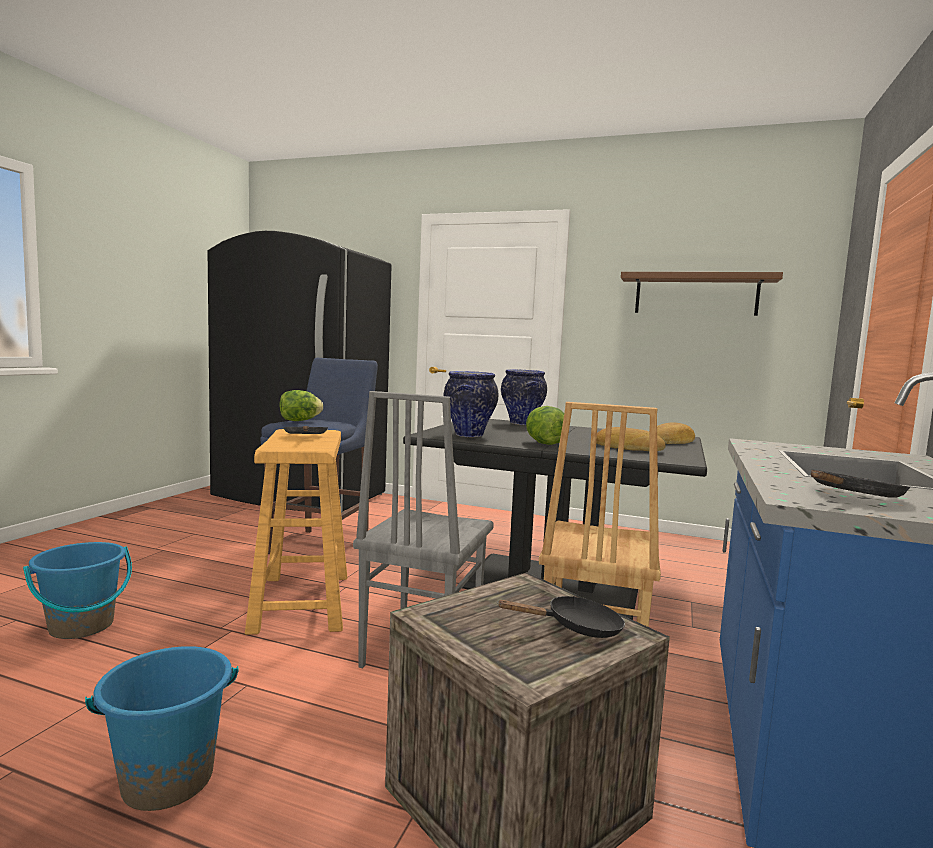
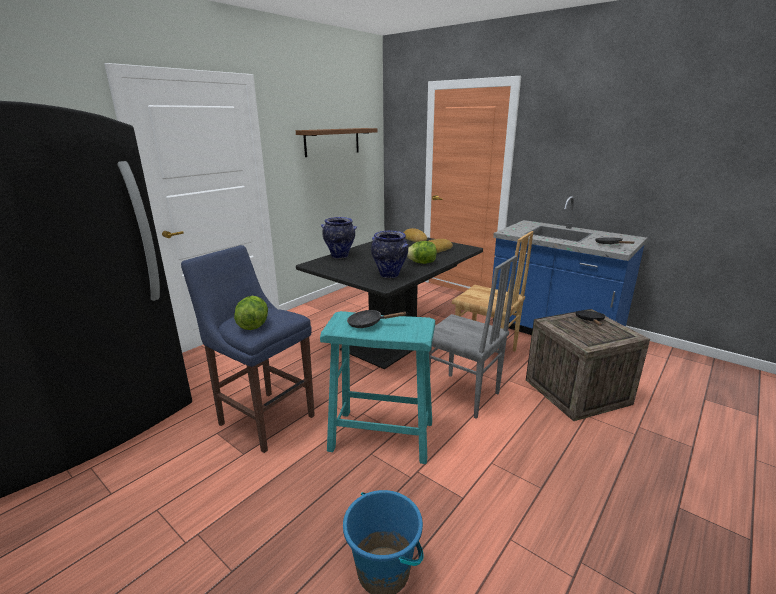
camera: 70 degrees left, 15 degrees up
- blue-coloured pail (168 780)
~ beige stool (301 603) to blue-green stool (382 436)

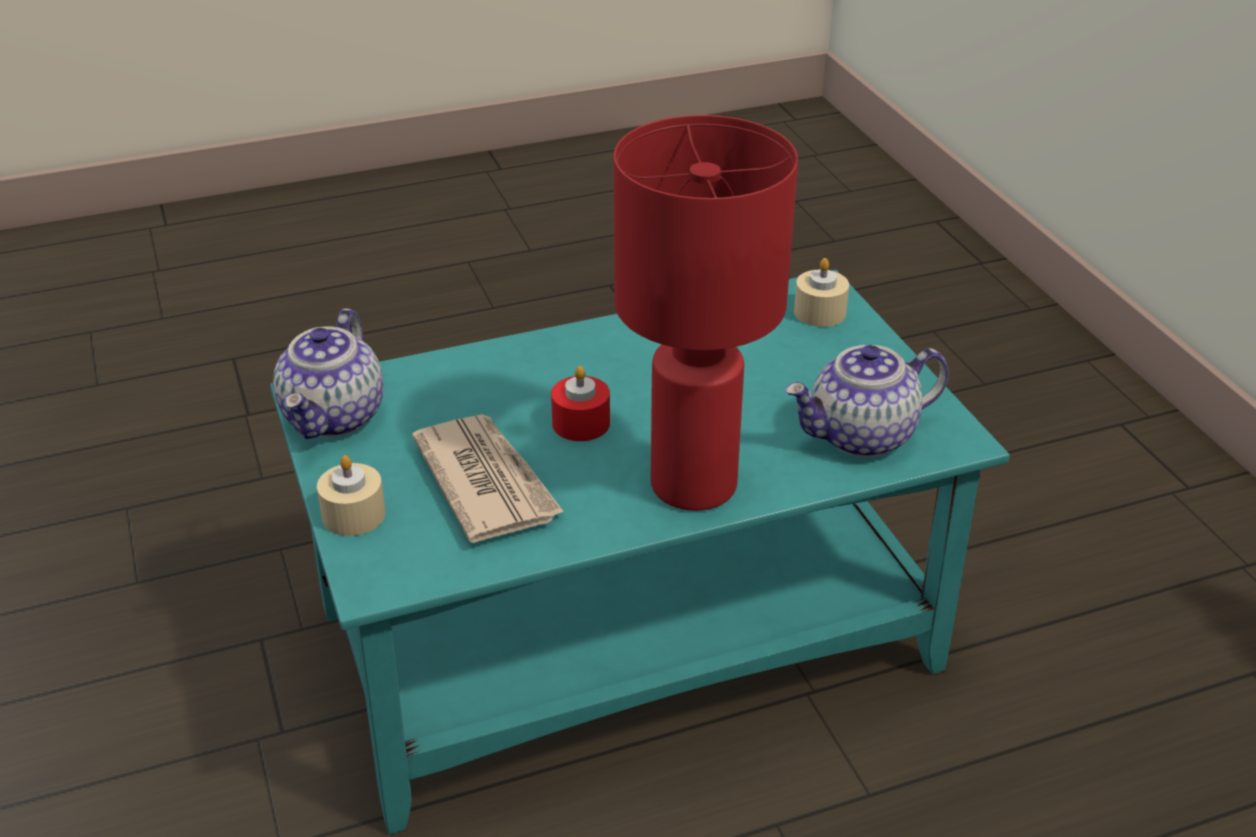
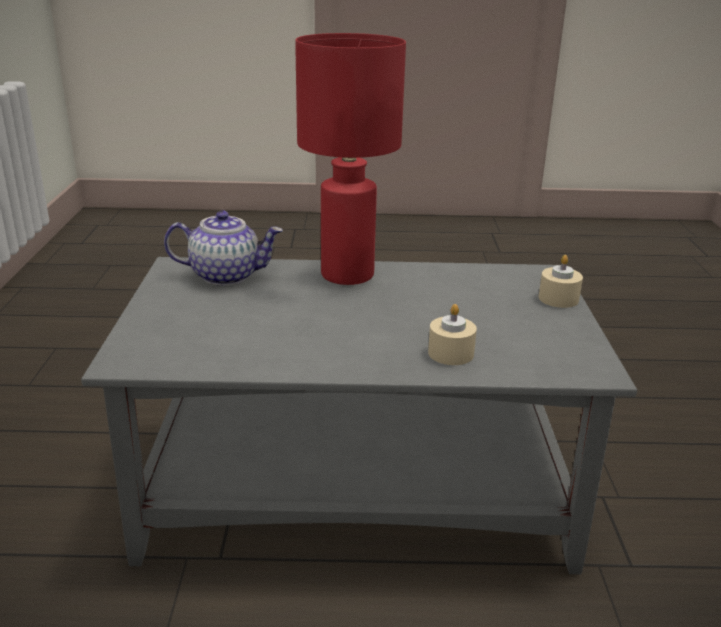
camera: 160 degrees left, 10 degrees down
- tea pot (335 417)
- printed paper (486 481)
- red-coloured wax light (581 423)
~ beige wax light (819 312) to (450 353)
~ blue-green low table (623 642) to gray low table (360 489)

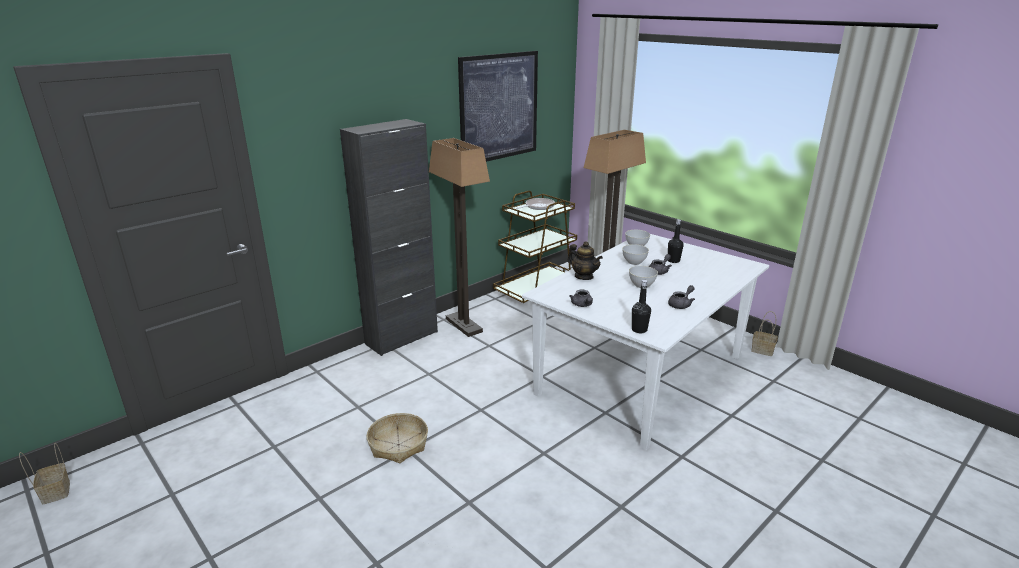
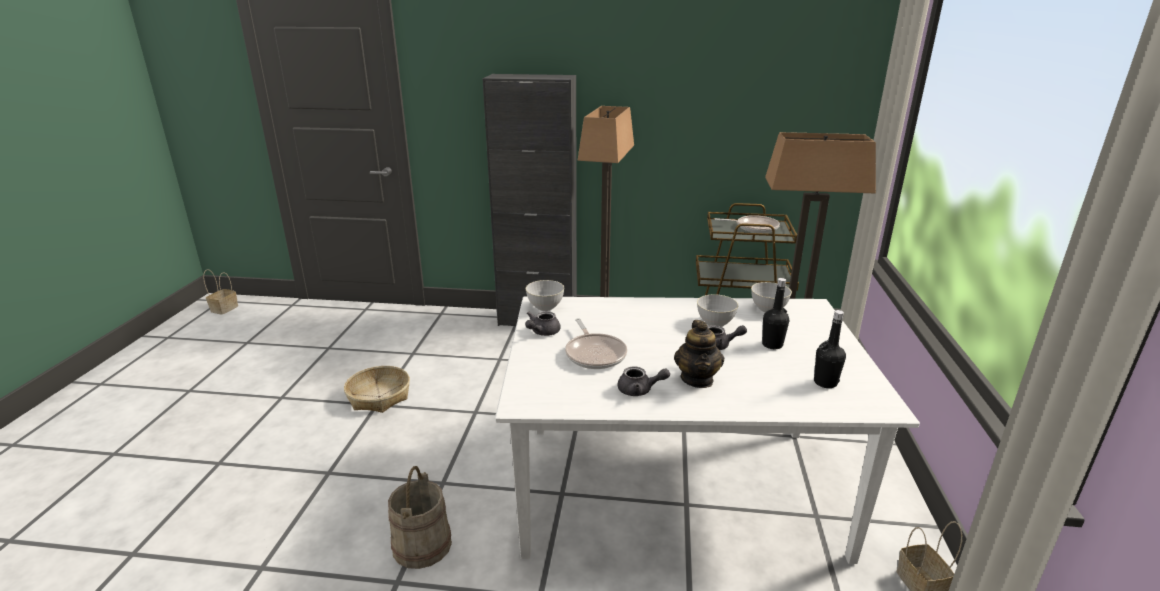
camera: 50 degrees right, 0 degrees up
- wall picture (499 107)
+ beige pail (422 545)
+ skillet (594 354)
~ tea pot (584 276) to (697 379)
~ gray deep dish (641 285) to (545 307)
~ blackish drink bottle (639 330) to (825 382)

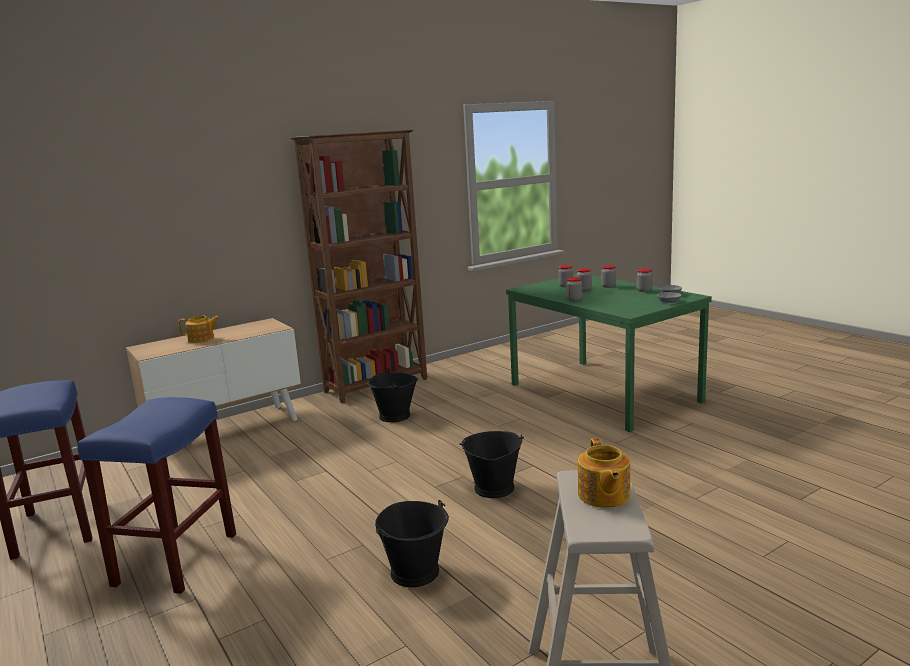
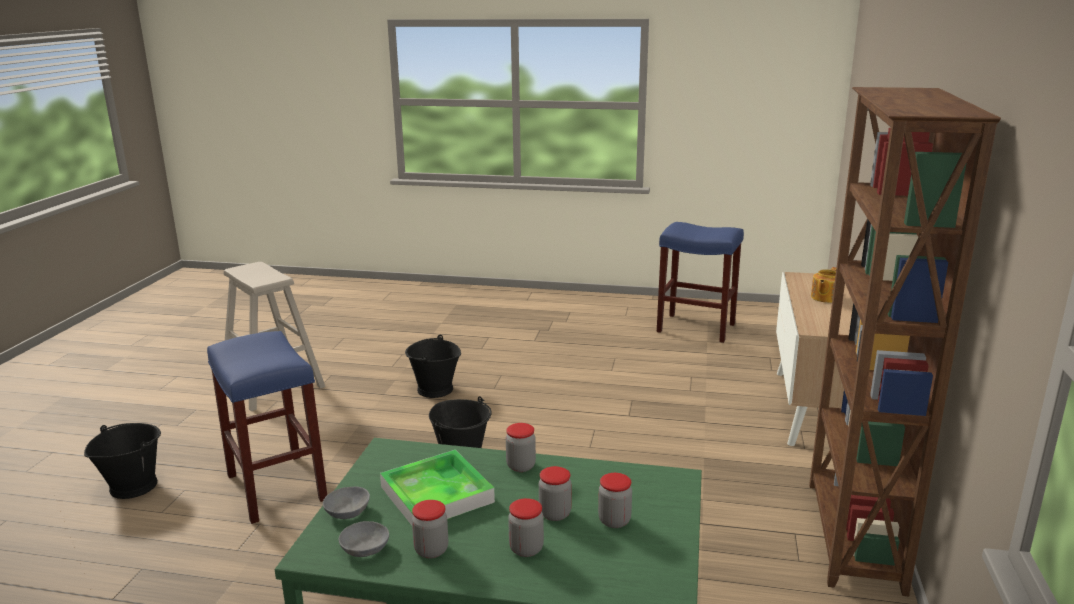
camera: 135 degrees right, 5 degrees up
- tea pot (603 495)
+ serving tray (437 494)
~ blue-coloured stool (176 560) to (275 487)
~ blackish pail (394 416) to (133 486)

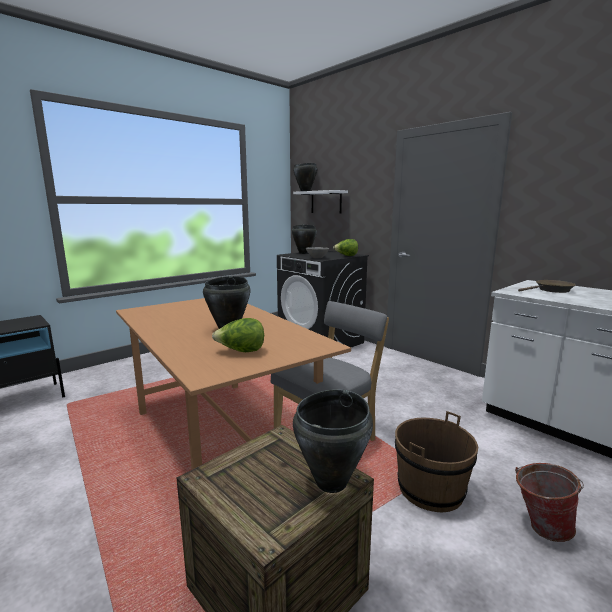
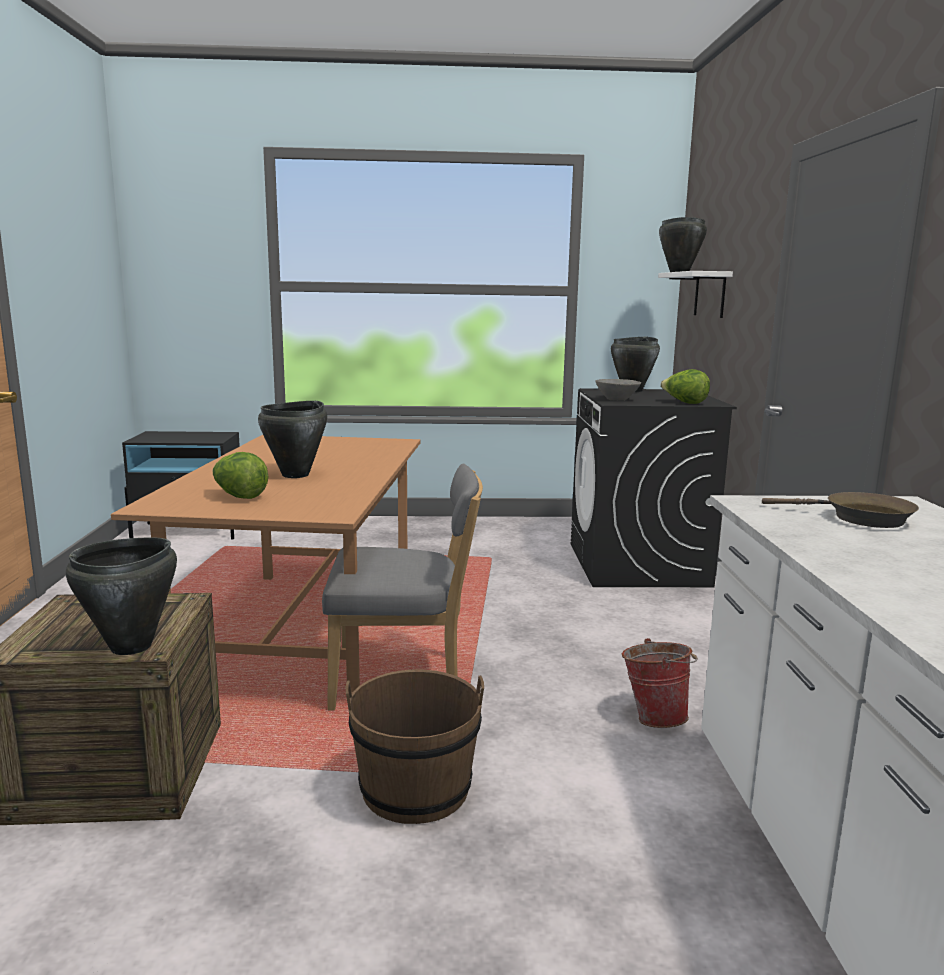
camera: 40 degrees right, 0 degrees up
~ pail (540 526) to (654 717)

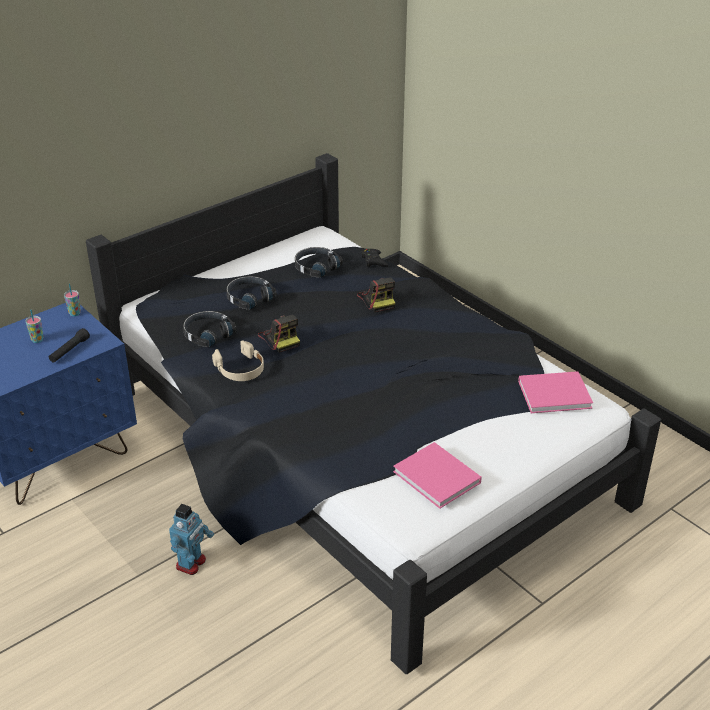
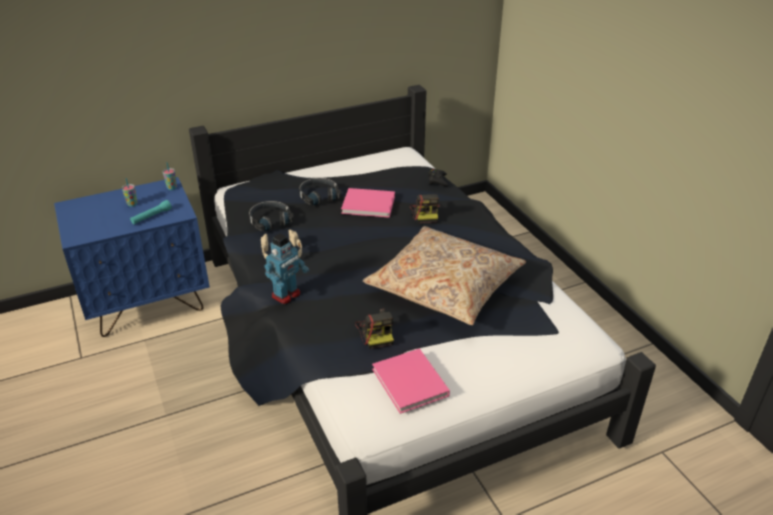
camera: 15 degrees right, 0 degrees up
- blackish pair of headphones (316 267)
+ beige throw pillow (444 286)
~ model robot (191 563) to (286 295)
~ still camera (280 338) to (376 332)
~ pink-coloured volume (556 394) to (370 205)
~ blackish hand torch (69 350) to blue-green hand torch (151 217)

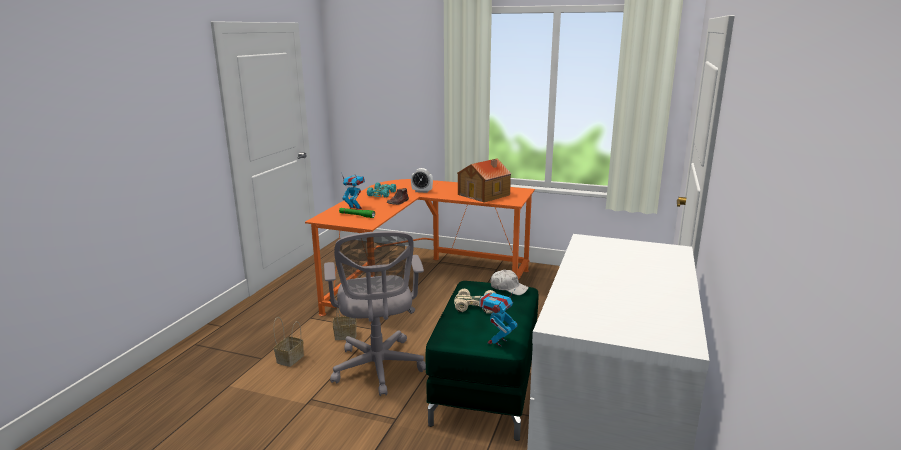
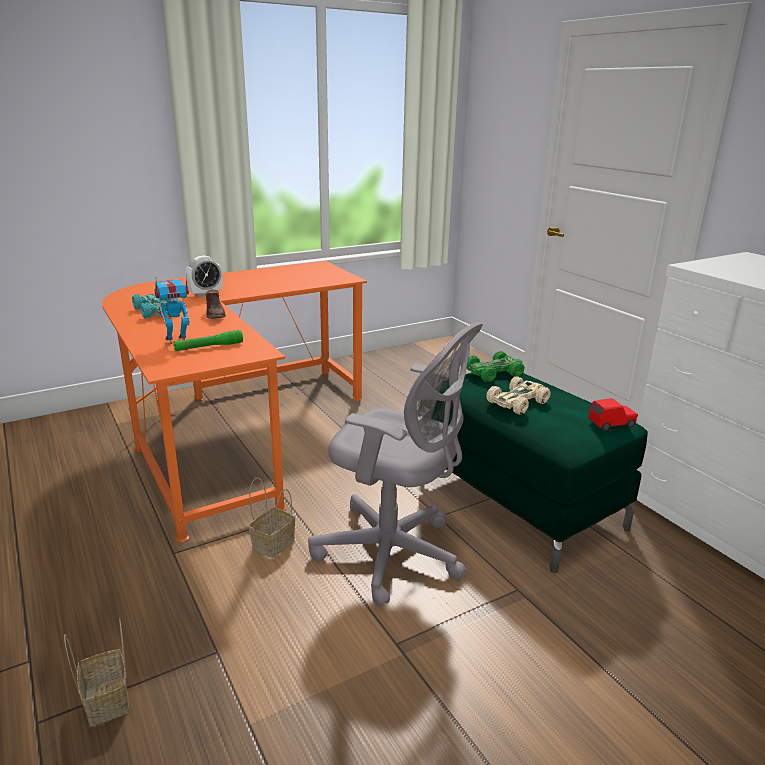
camera: 50 degrees left, 5 degrees up
- toy house (485 195)
~ household basket (290 359) to (108 701)
~ model robot (497 341) to red-coloured toy car (611 424)
~ whitish baseball cap (508 288) to greenish toy car (494 373)

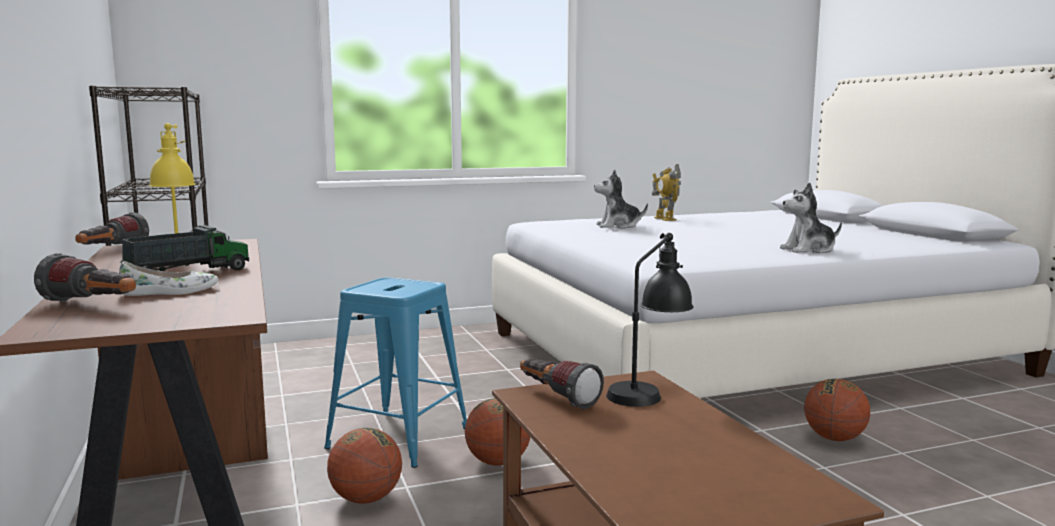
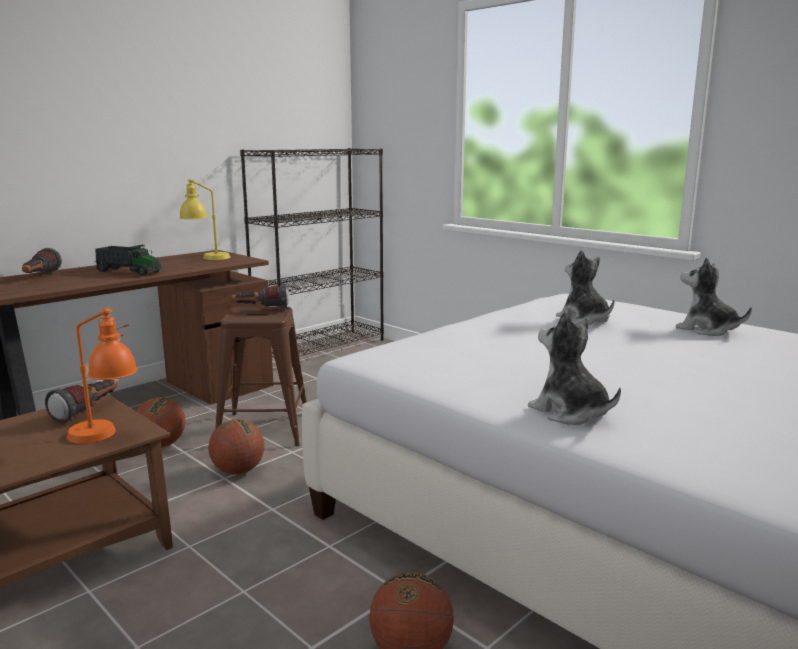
camera: 65 degrees right, 5 degrees up
- whitish item of footwear (169 292)
~ hand torch (111 251) to (261 309)
~ model robot (664 219) to plush toy (706 330)
~ blue-coloured stool (398 437) to brownish stool (264 429)
~ blackish tabletop lamp (648 391) to orange-coloured tabletop lamp (107 437)

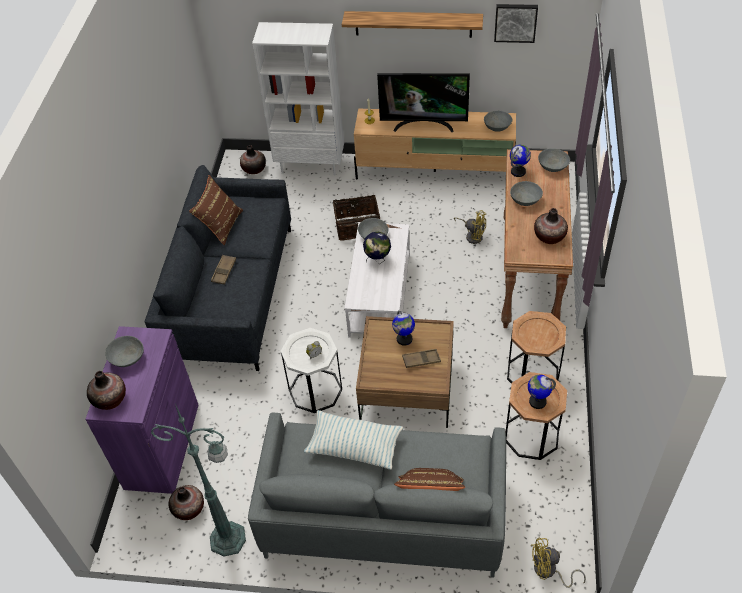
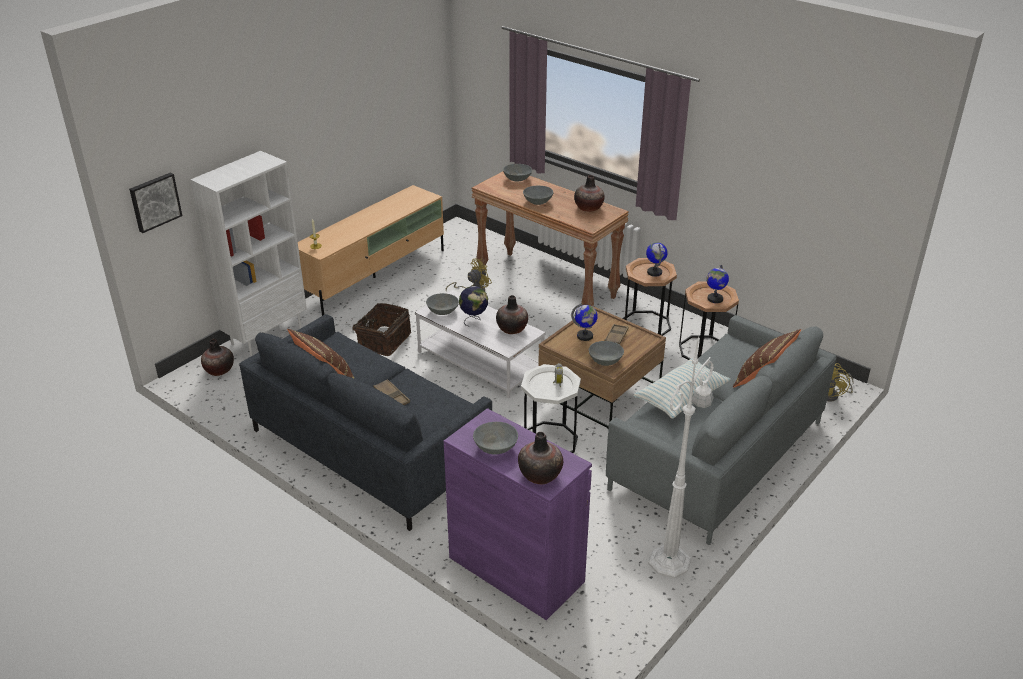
camera: 60 degrees left, 15 degrees down
- bracket shelf (413 24)
- TV (423 124)
~ vase (189 509) to (512 329)
~ gray deep dish (497 127) to (606 360)
~ wall picture (515 22) to (154 201)
~ world globe (518 172) to (654 272)
~ greenish floor lamp (230 539) to whitish floor lamp (671 560)

